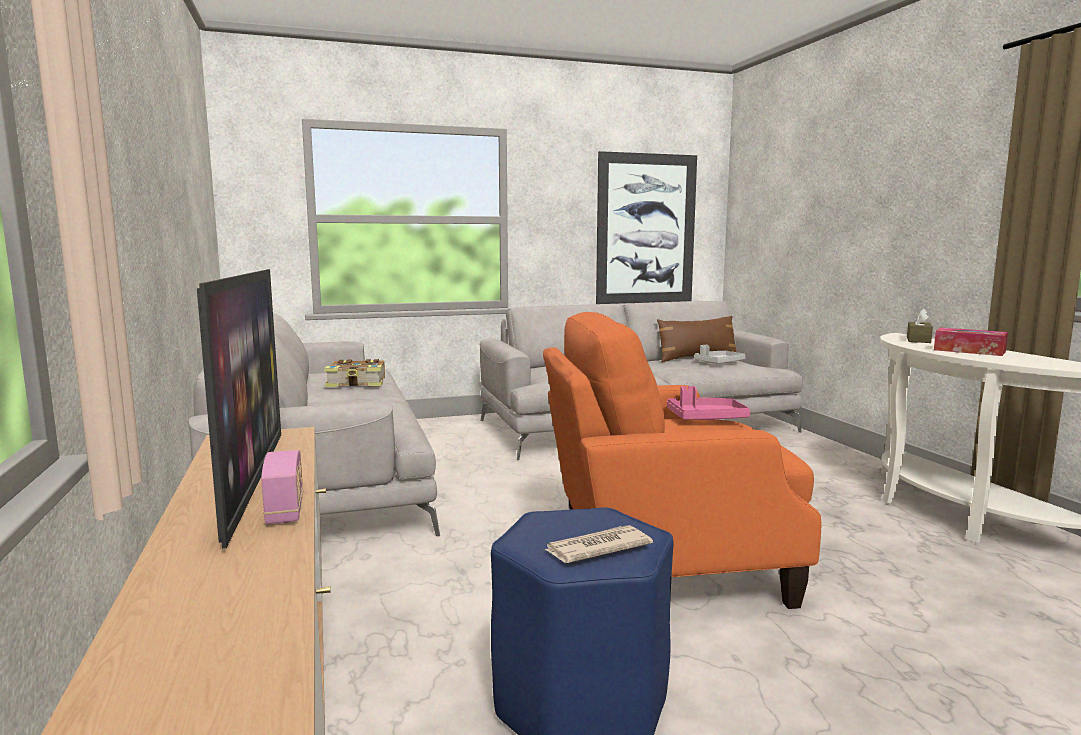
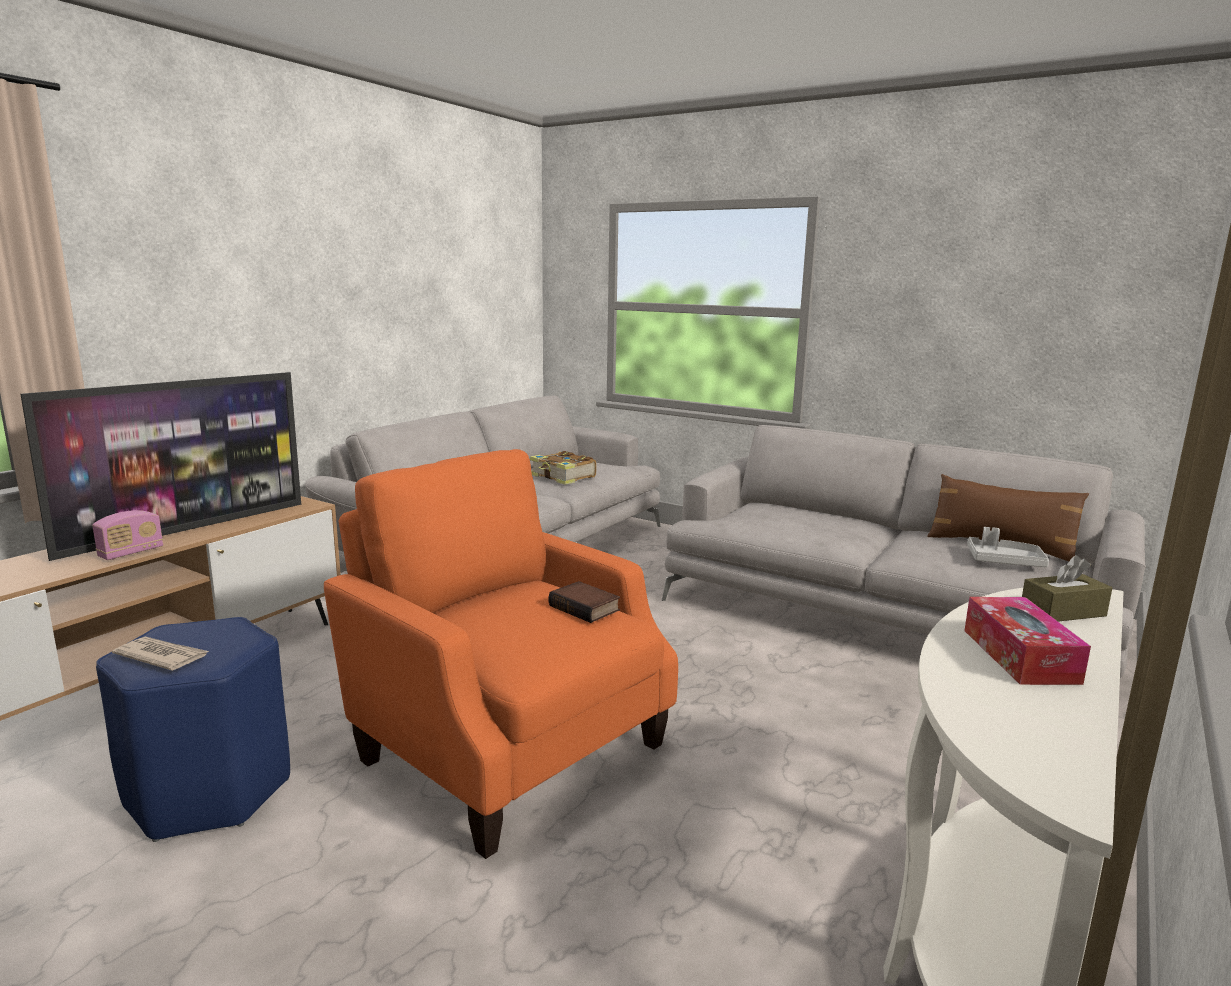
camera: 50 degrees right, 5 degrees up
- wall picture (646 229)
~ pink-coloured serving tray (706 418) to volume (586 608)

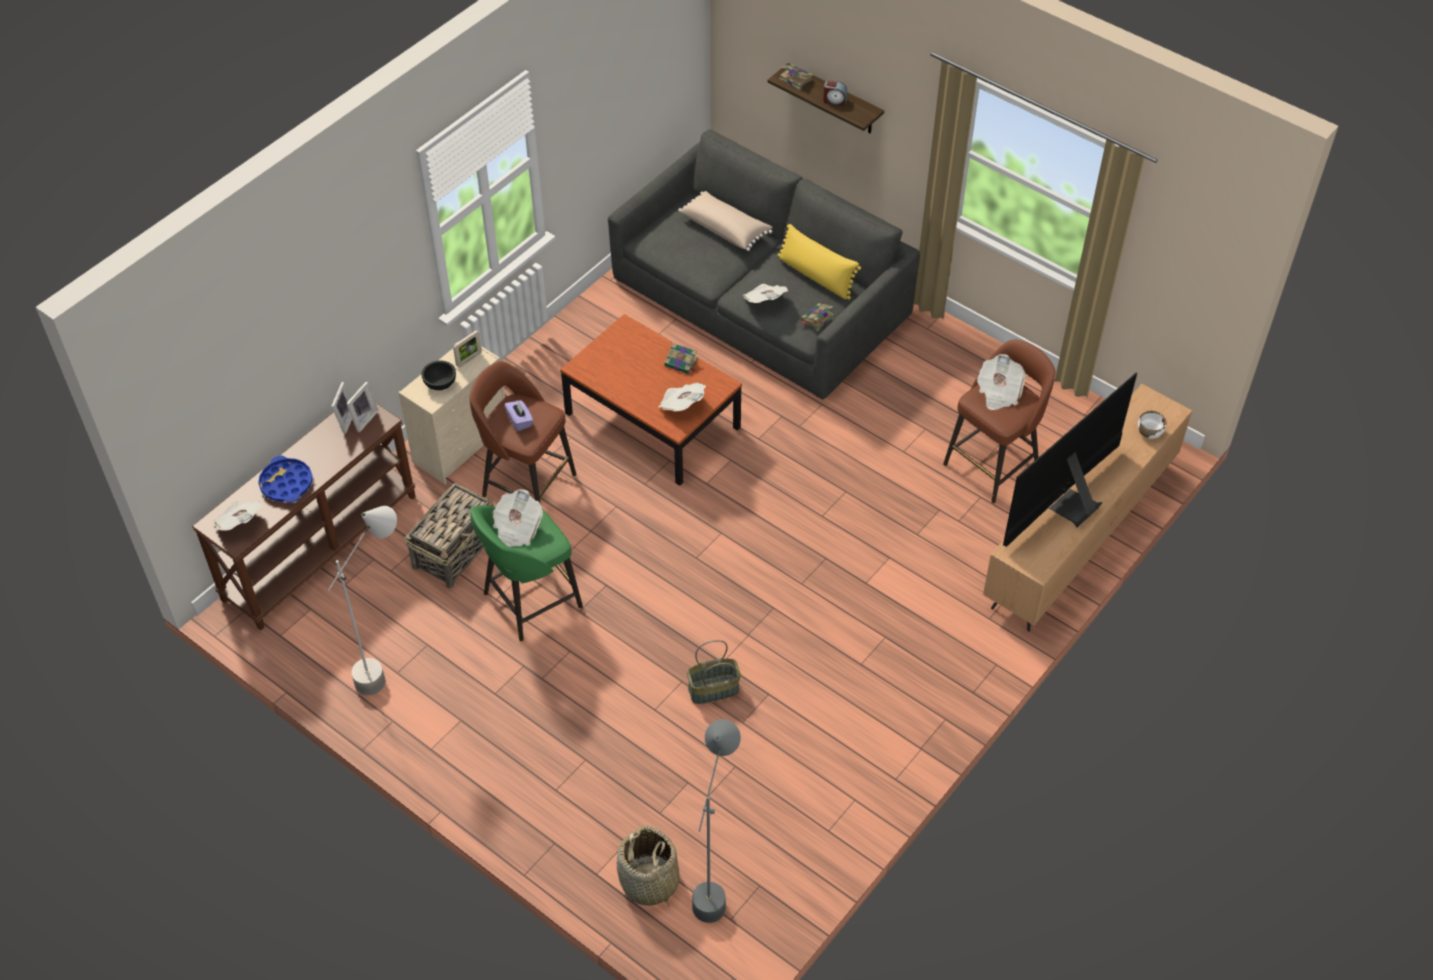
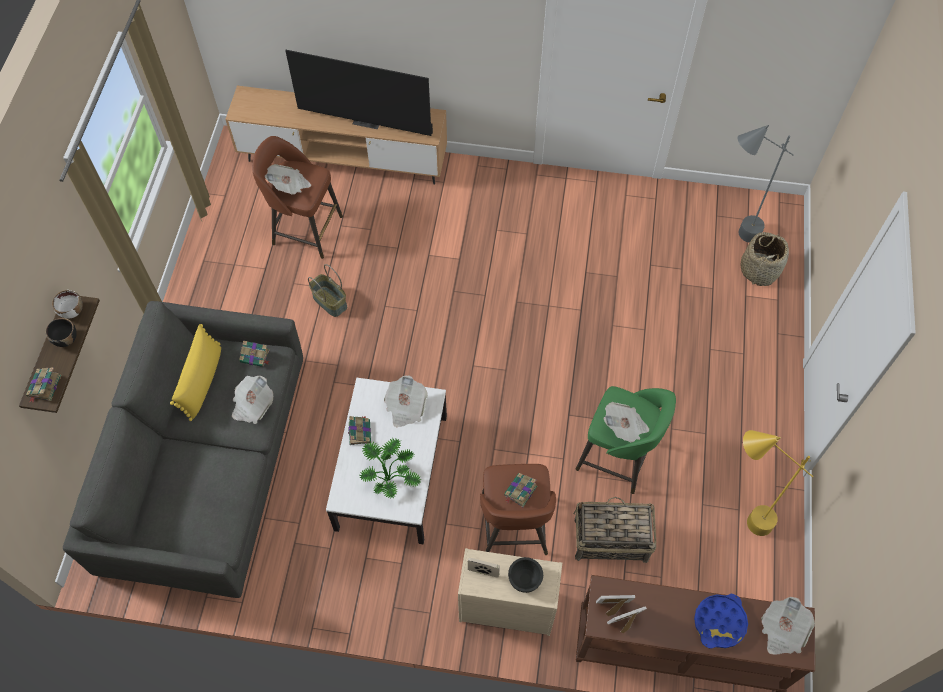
camera: 120 degrees left, 10 degrees up
- beige throw pillow (725 228)
+ plant in a pot (390 477)
~ household basket (713 690) to (330 301)
~ whitish deep dish (1149 432) to (72 311)
~ purple-coloured tissue box (520 421) to volume (520 491)
~ bedside clock (834 100) to blackish deep dish (66 338)
~ gray floor lamp (389 665) to yellow-coloured floor lamp (737 519)
~ brownish low table (653 420) to whitish low table (391 471)

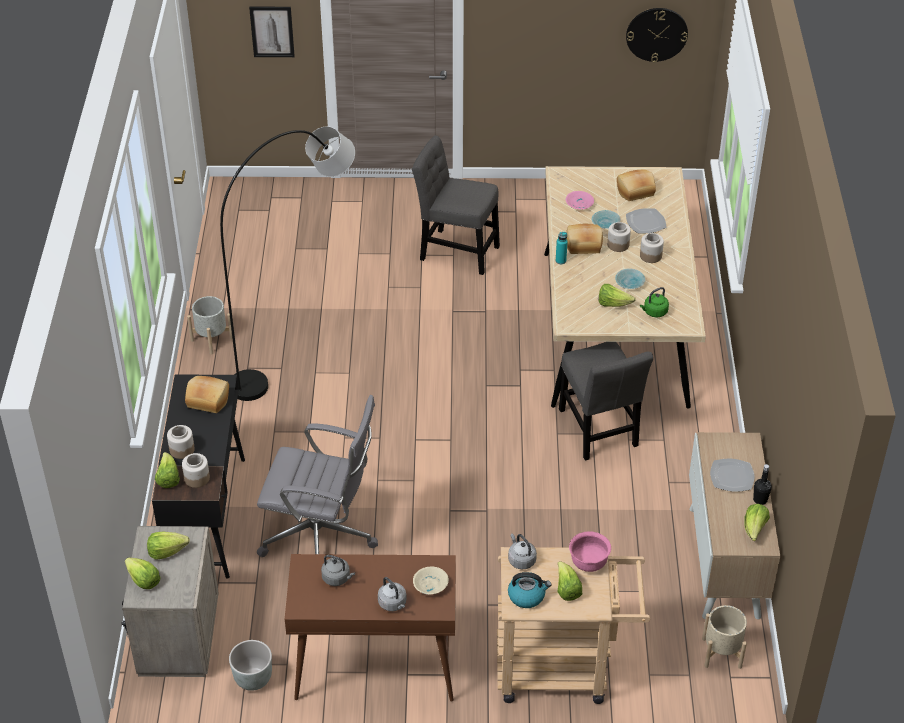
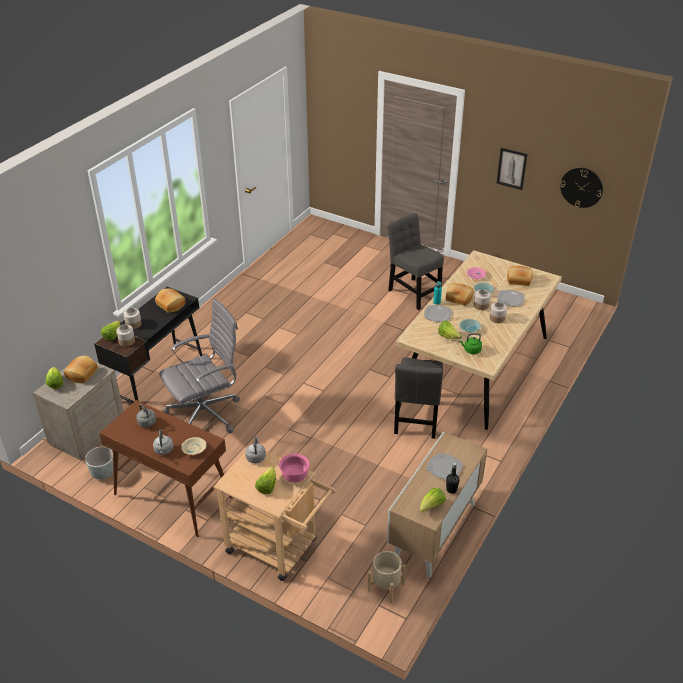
camera: 30 degrees right, 5 degrees down
- gray planter (212 339)
- blackish floor lamp (300 348)
- kettle (527 596)
+ flat dish (437 314)
~ wall picture (272 31) to (511 168)
~ lettuce head (167 552) to bread (81 374)
~ gray office chair (322 538) = (206 414) 75 degrees counterclockwise

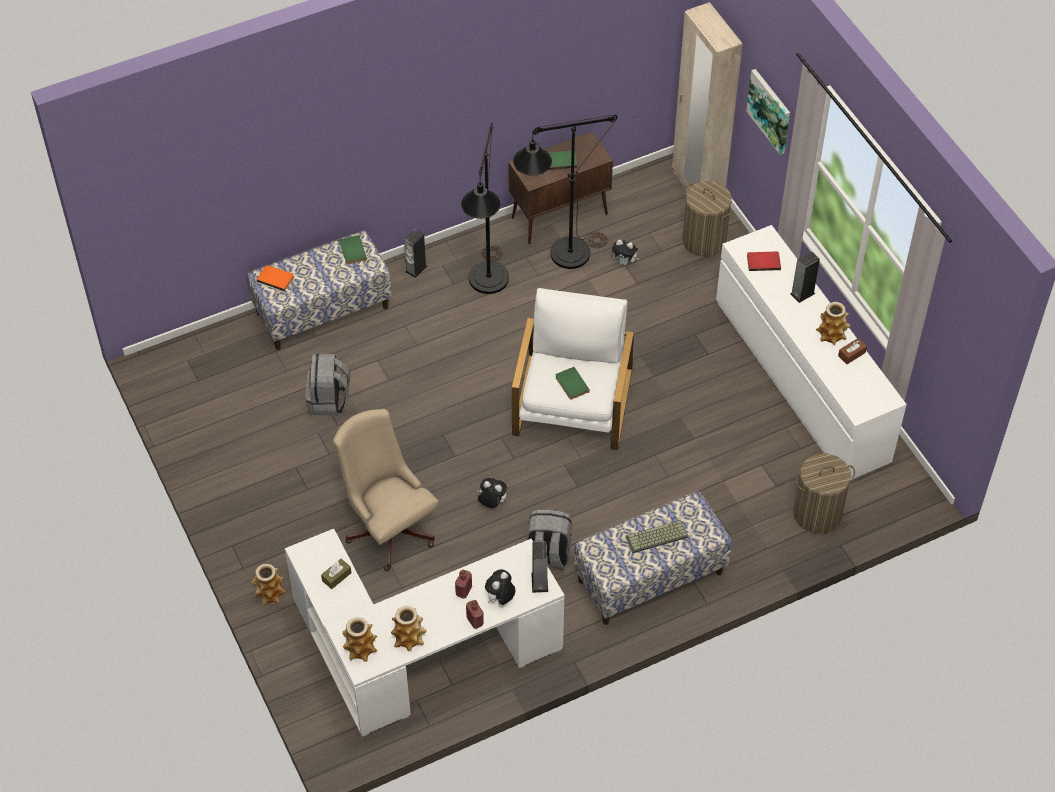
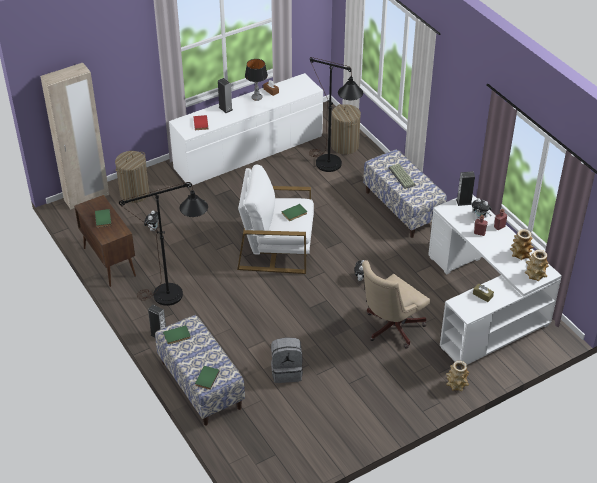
camera: 95 degrees left, 10 degrees down
- gray knapsack (548 555)
- wall picture (770 111)
~ blackish floor lamp (560 258) to (333 167)
~ vase (831 334) to tabletop lamp (256 98)
~ orange-coloured volume (276 278) to greenish volume (206 378)

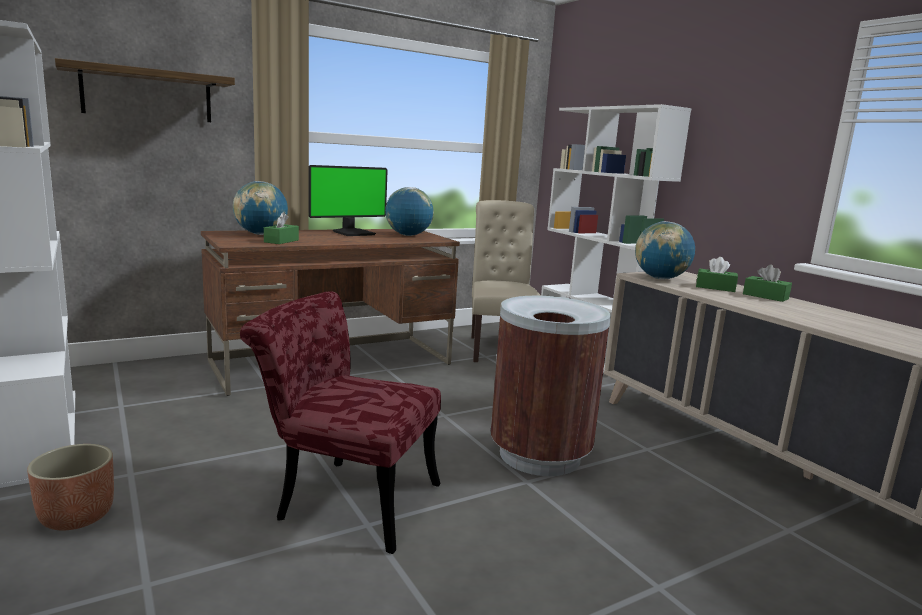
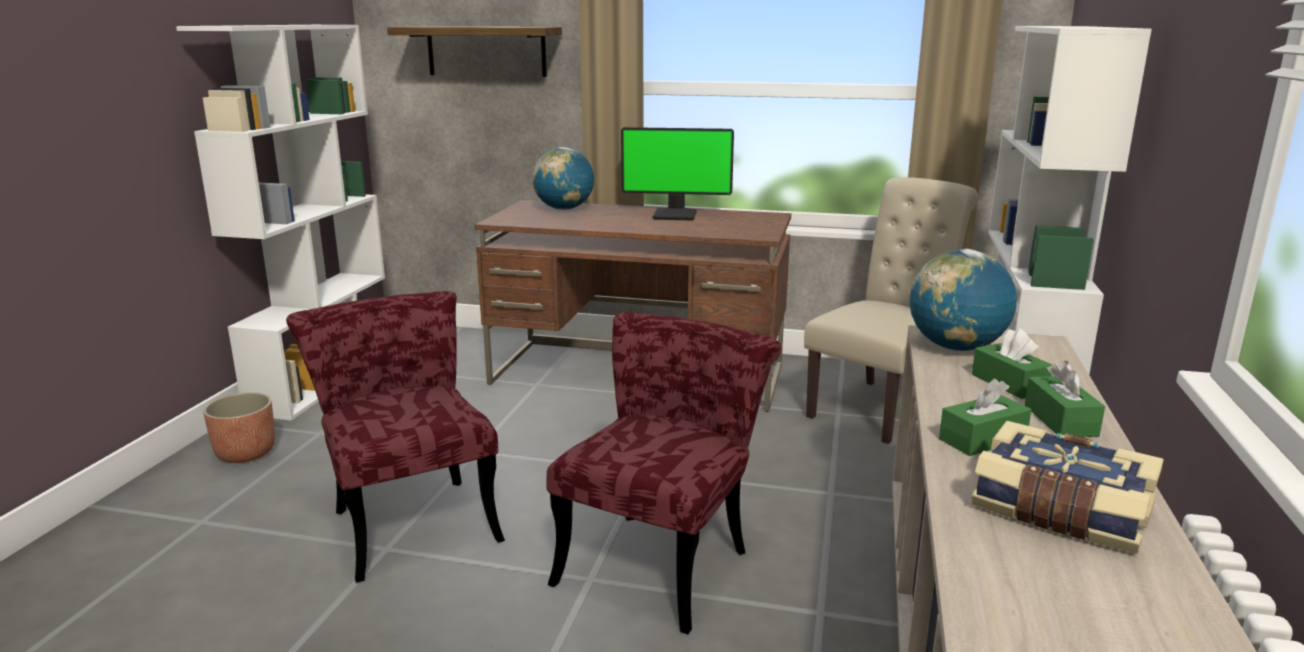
camera: 45 degrees right, 5 degrees up
- world globe (408 235)
+ volume (1060 511)
~ greenish tissue box (281 241) to (982 439)
~ brownish trash can (540 455) to red-coloured plain chair (662 558)

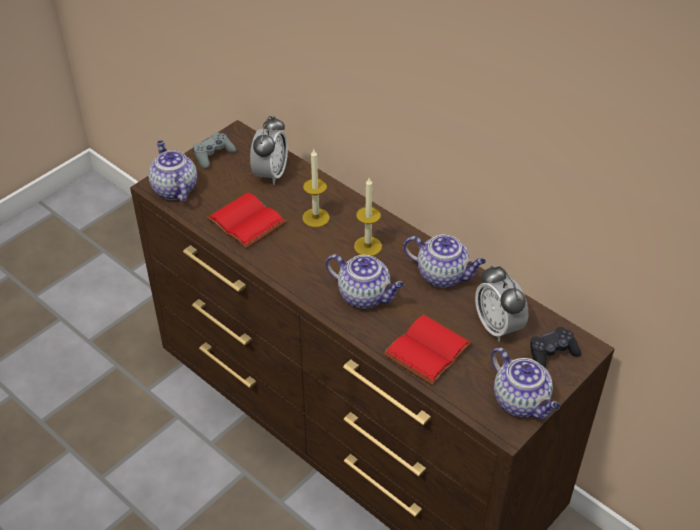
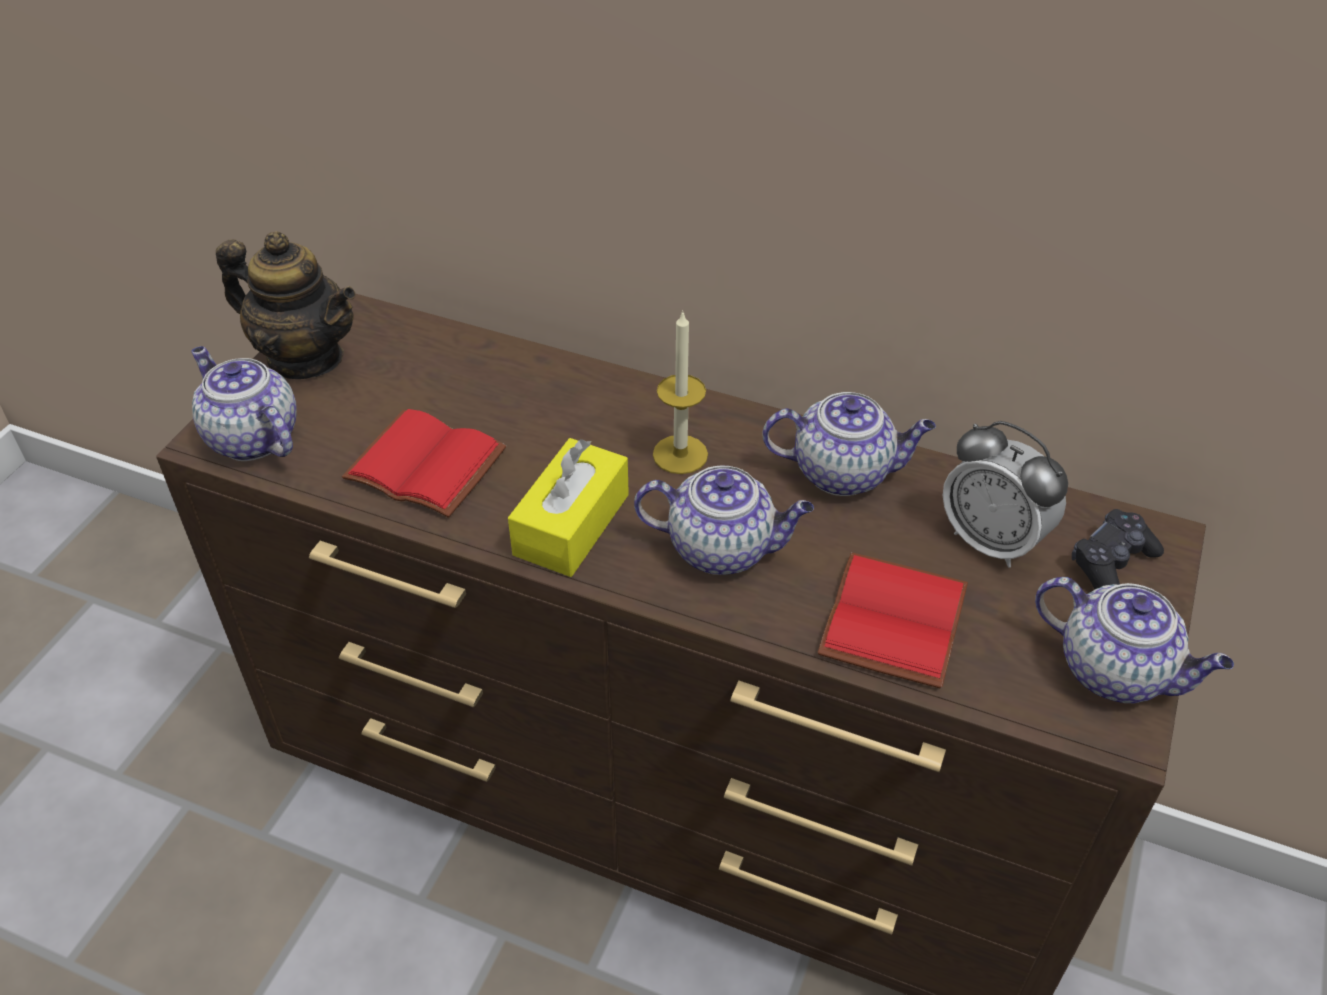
camera: 20 degrees left, 0 degrees up
- bedside clock (270 174)
- wax light (316 217)
+ yellow-coloured tissue box (571 524)
~ gray joypad (213 155) to tea pot (305 357)

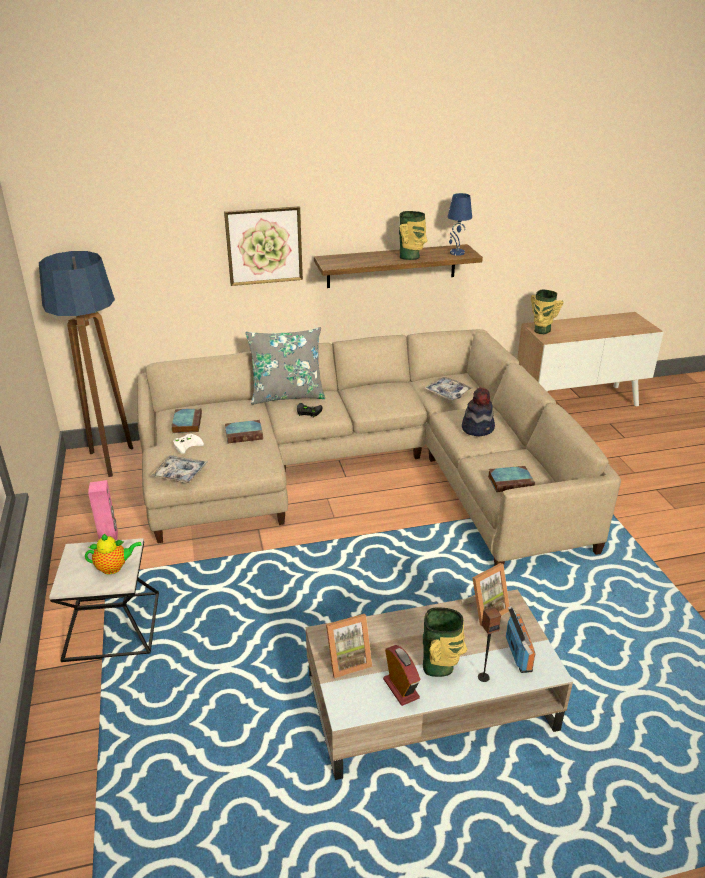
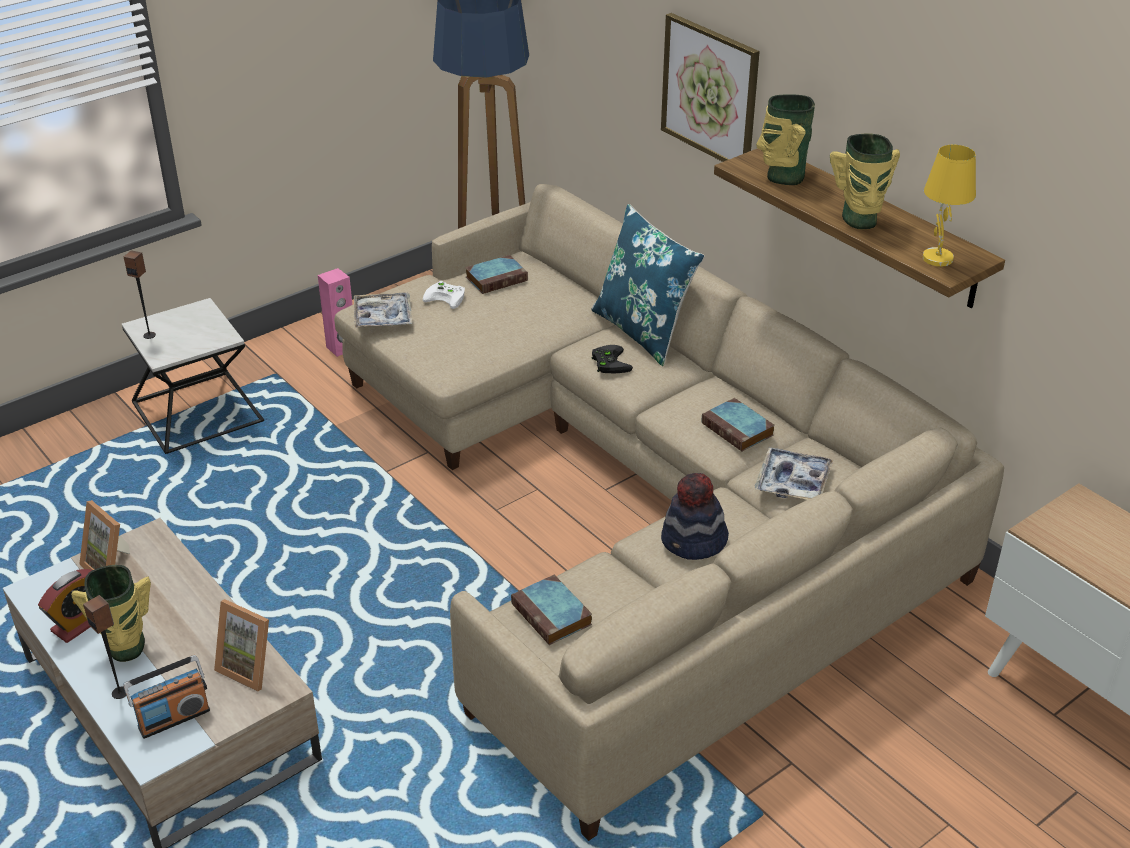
camera: 65 degrees right, 5 degrees up
- tea pot (114 567)
+ audio speaker (149 335)
~ volume (245 434) to (738 429)
~ vase (541 331) to (783 177)
~ gray throw pillow (287 395) to blue-coloured throw pillow (643 331)
~ blue-coloured tabletop lamp (456 253) to yellow-coloured tabletop lamp (936 258)

